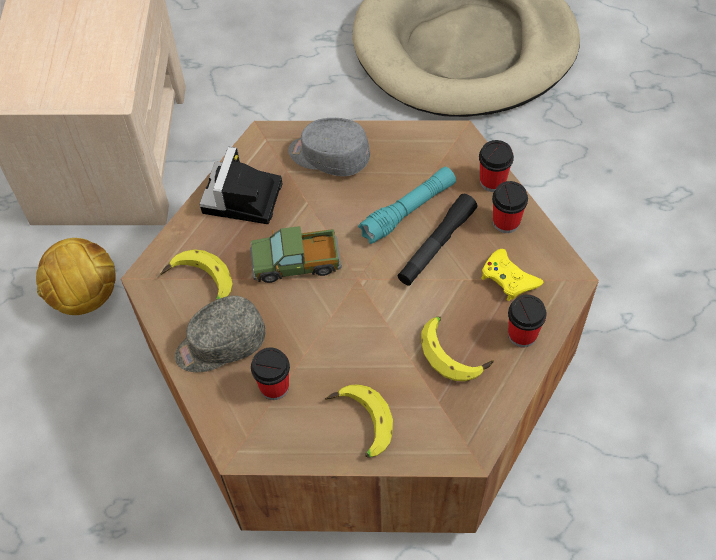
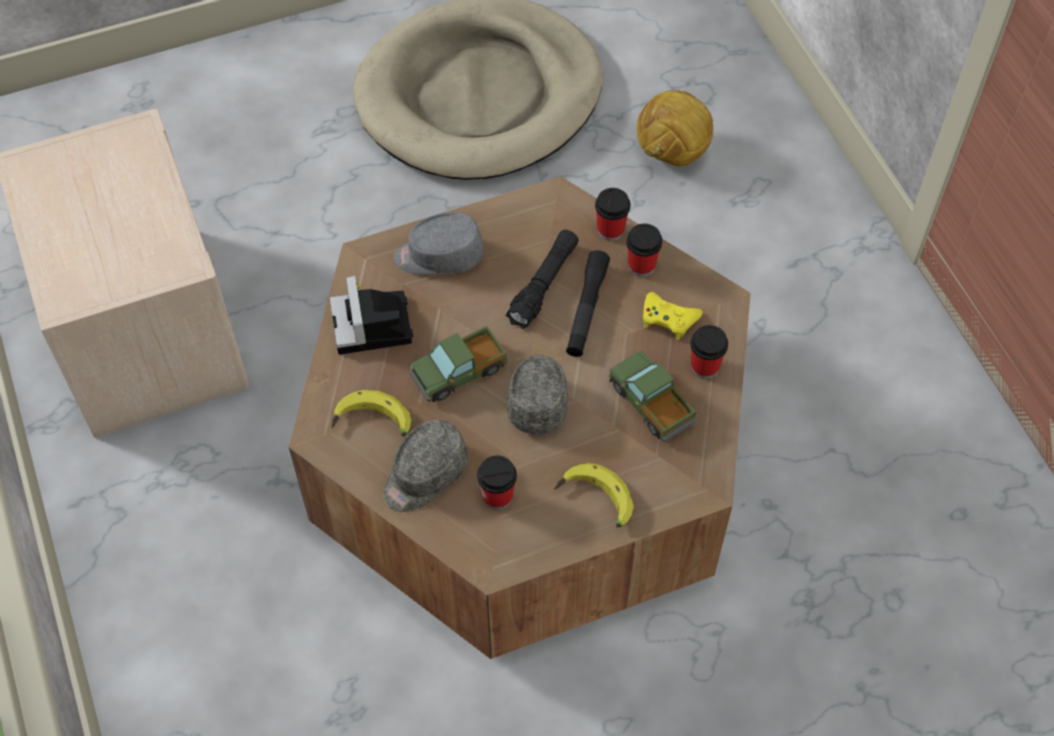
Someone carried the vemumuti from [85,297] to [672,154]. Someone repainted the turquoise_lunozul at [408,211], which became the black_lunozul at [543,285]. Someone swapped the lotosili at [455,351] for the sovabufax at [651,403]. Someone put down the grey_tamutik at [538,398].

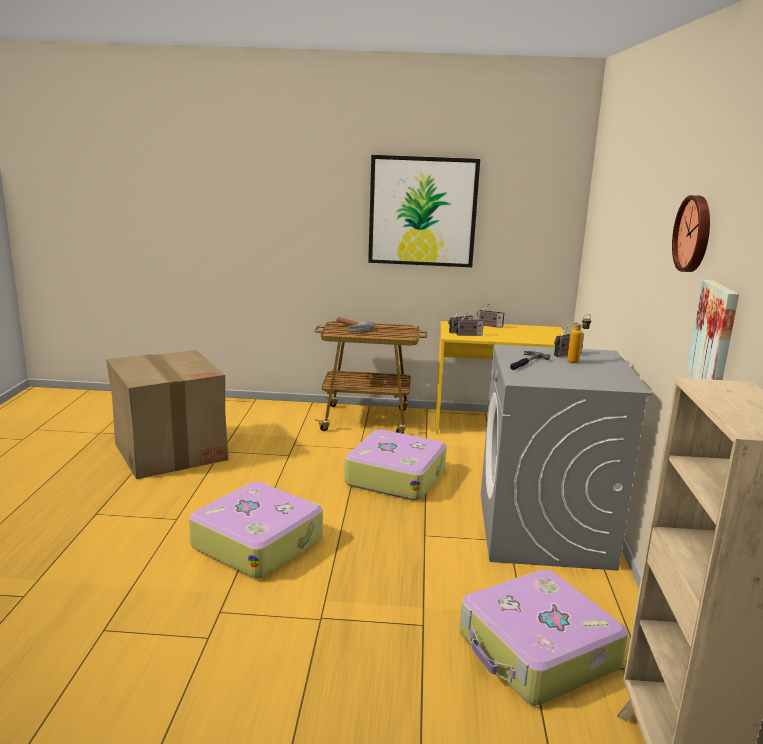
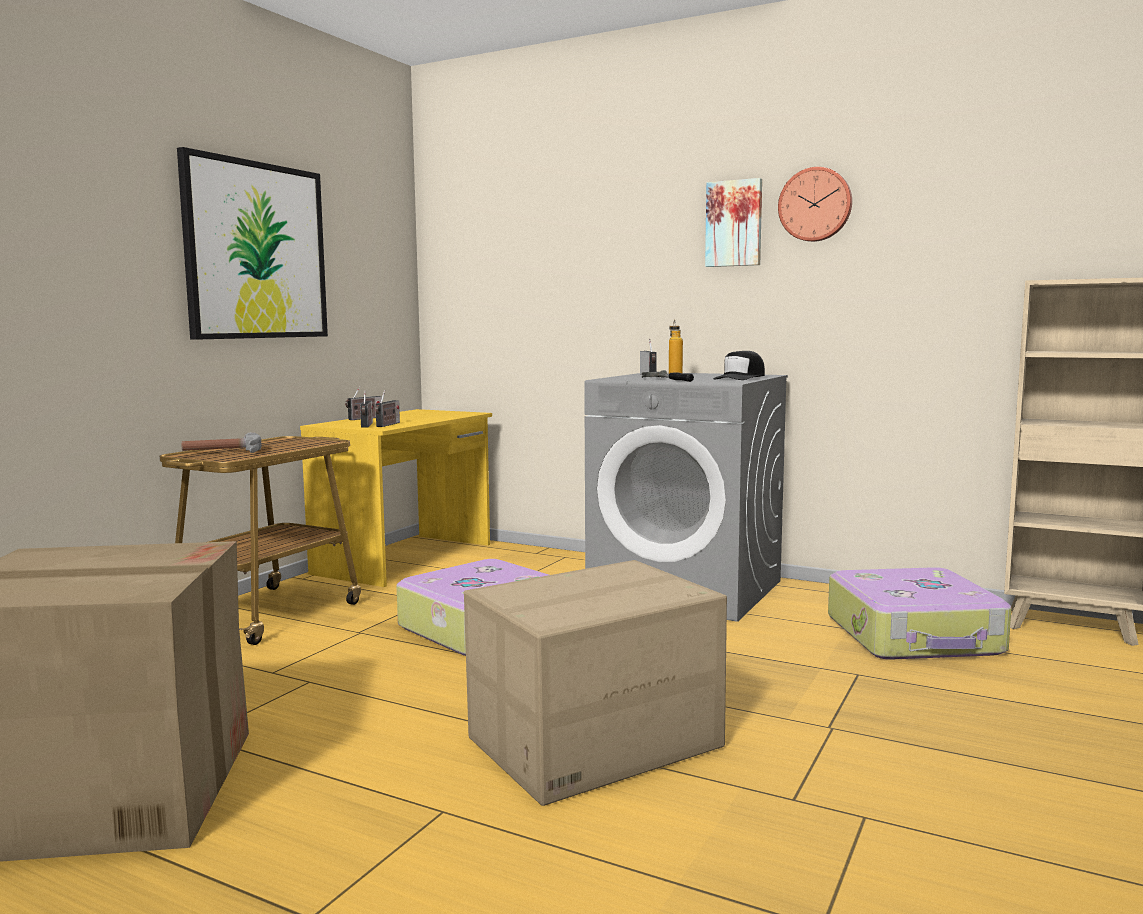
Someone swapped the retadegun at [258,542] for the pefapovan at [595,744]. Someone carried the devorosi from [716,336] to [734,223]. Someone put down the black_tamutik at [740,378].

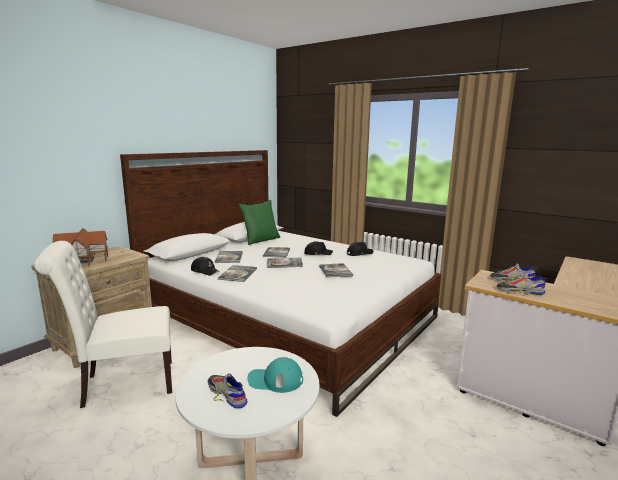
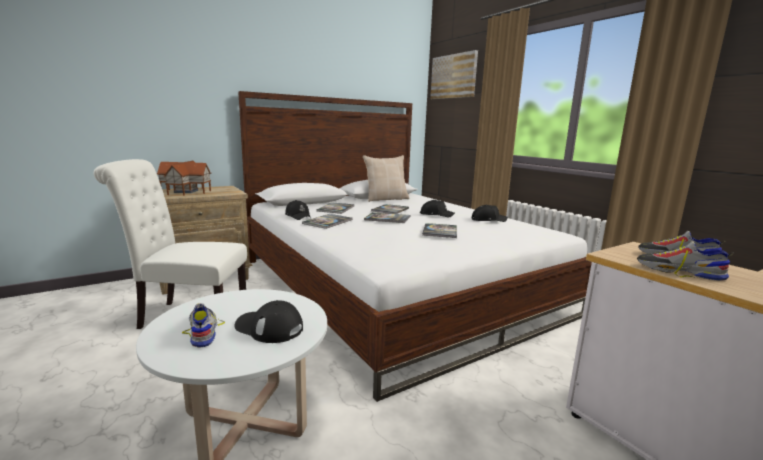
Someone repainted the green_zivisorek at [260,240], which became the beige_zivisorek at [386,199]. Someone repainted the turquoise_tamutik at [275,380], which became the black_tamutik at [269,327]. Someone put up the devorosi at [454,76].

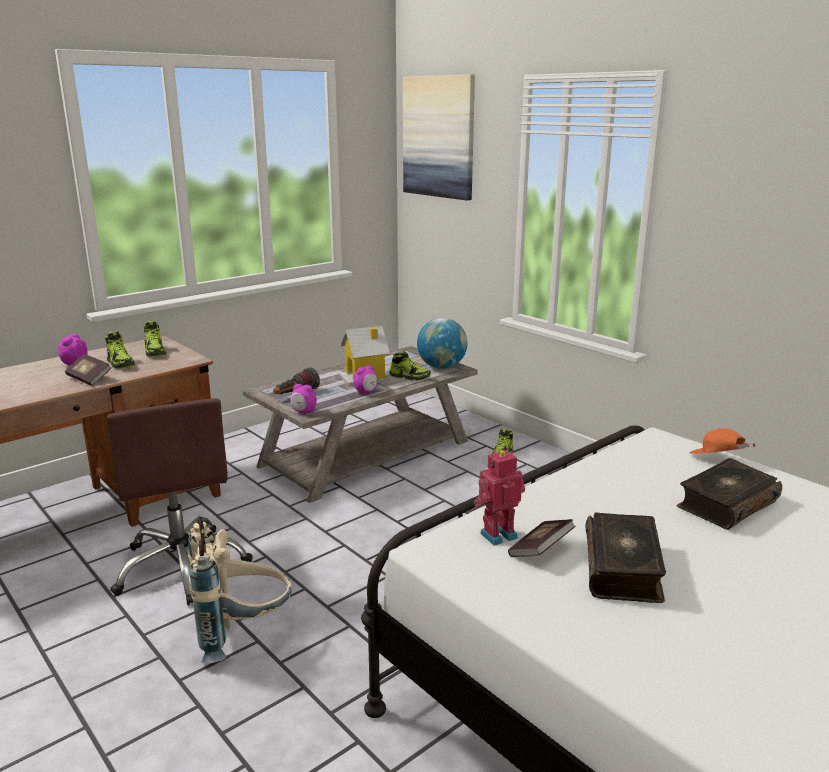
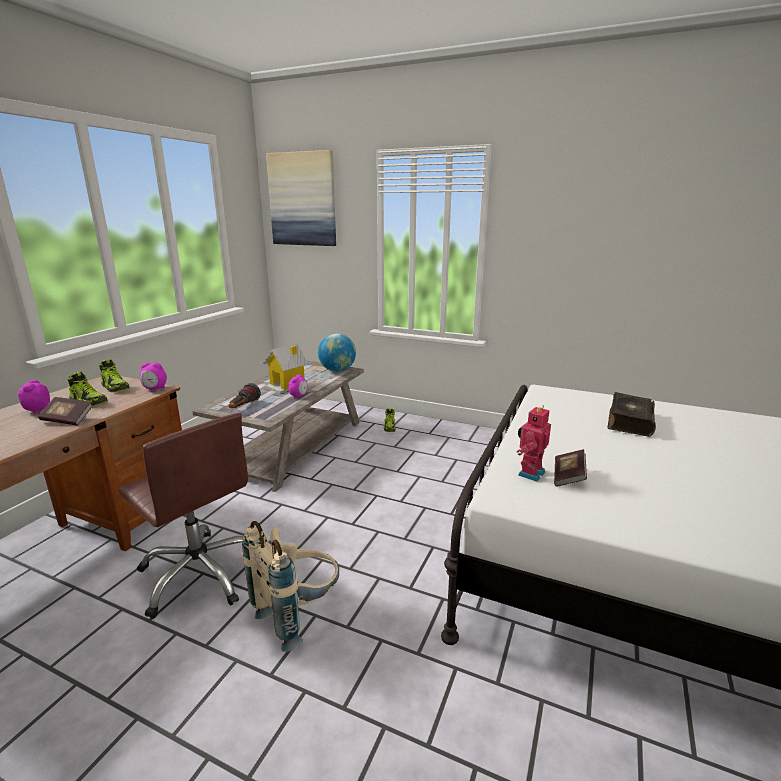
Someone carried the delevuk from [303,412] to [155,389]. Someone took away the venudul at [409,377]. Someone took away the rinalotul at [623,568]. Someone took away the orange_tamutik at [716,459].

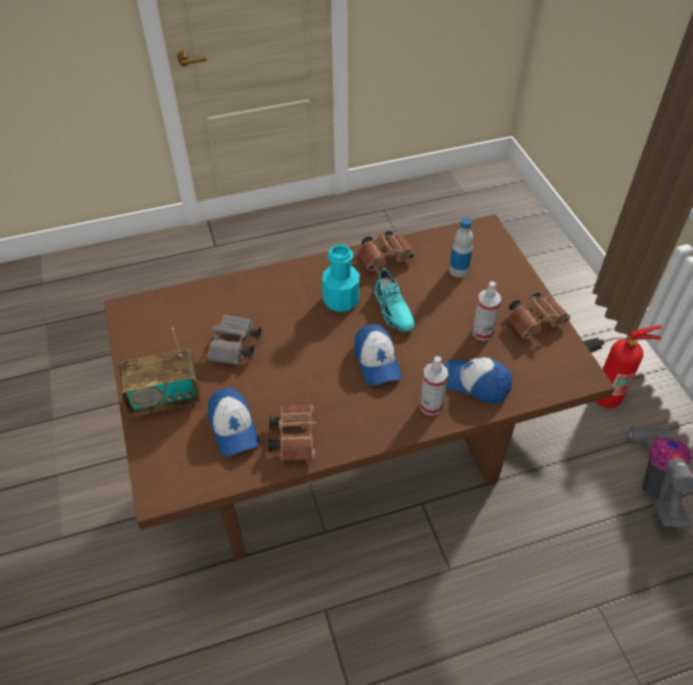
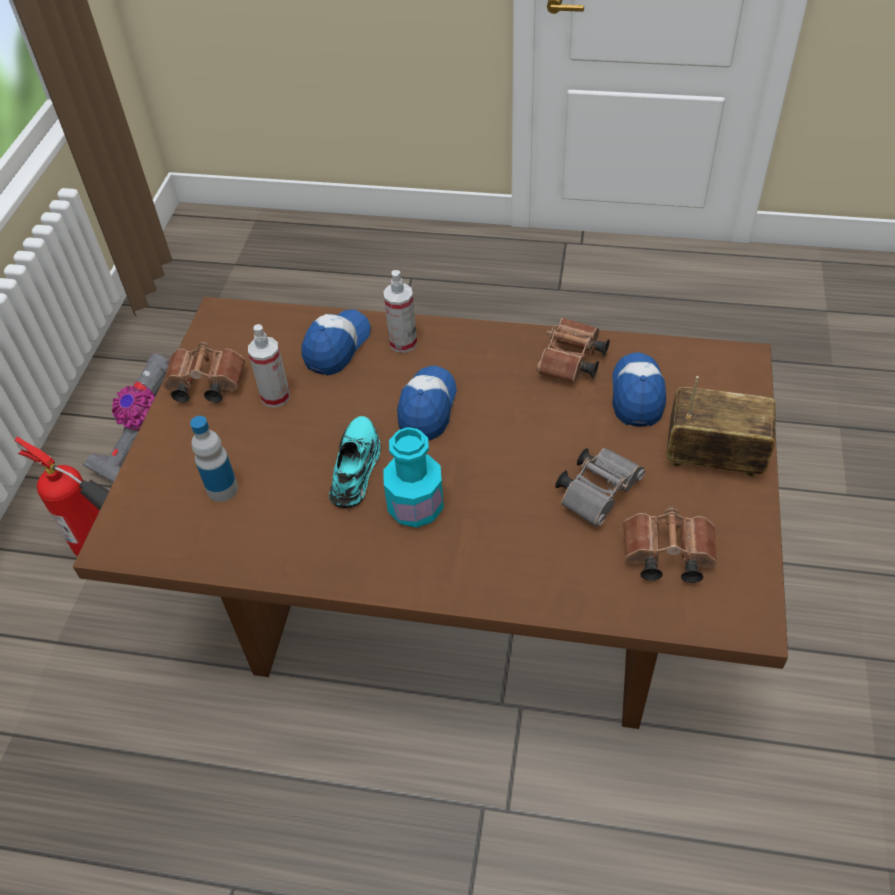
Someone carried the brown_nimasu from [386,258] to [665,556]. Someone rotated the tamutik at [476,383] by 120 degrees counterclockwise.

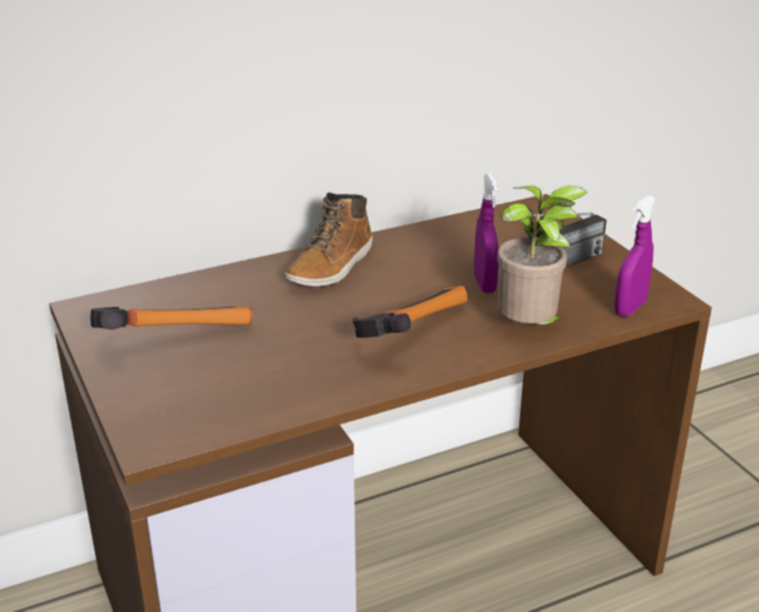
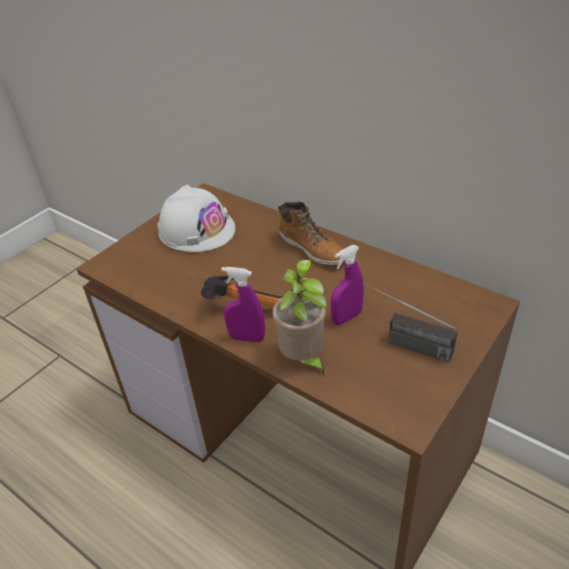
Someone swapped the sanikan at [172,337] for the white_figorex at [196,229]. Someone rotated the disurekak at [332,267] by 135 degrees counterclockwise. Someone carried the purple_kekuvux from [629,309] to [247,338].

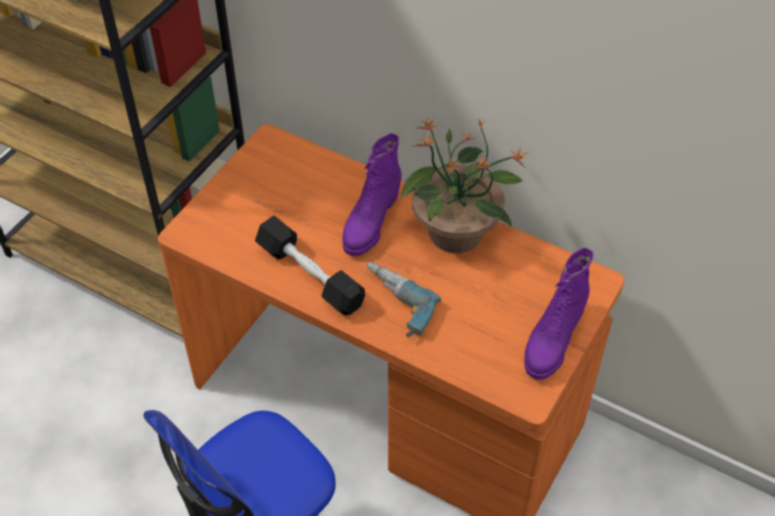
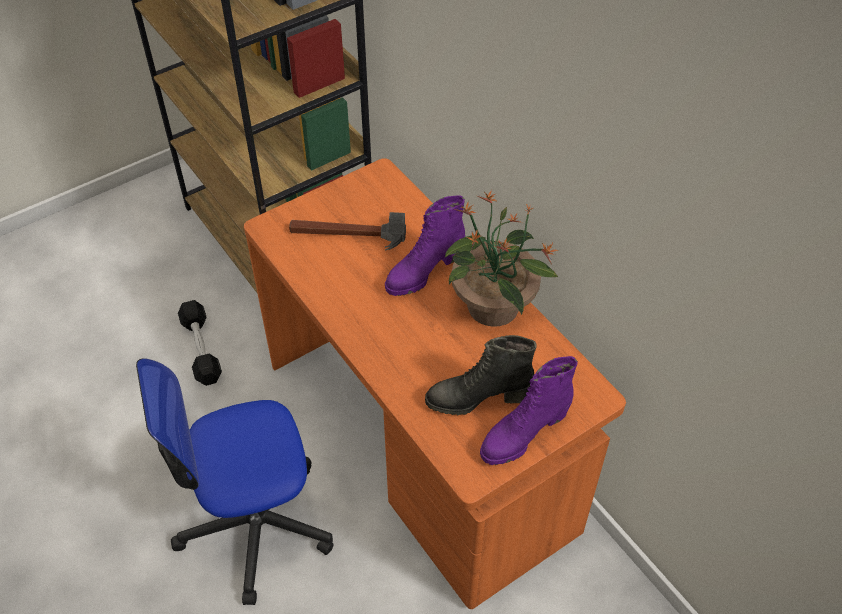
Someone carried the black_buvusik from [310,275] to [201,349]. Someone took away the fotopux at [393,304]. Someone put down the sanikan at [347,234]. Someone put down the black_disurekak at [477,398].

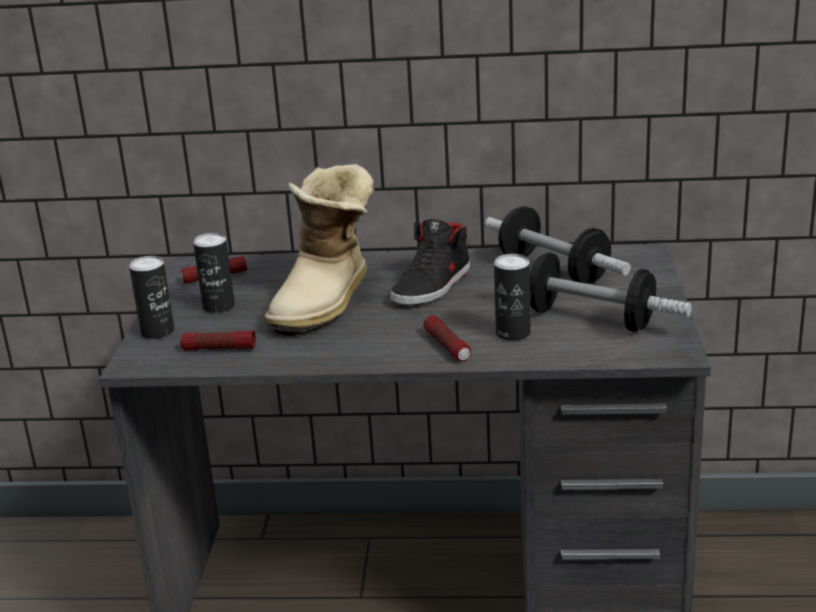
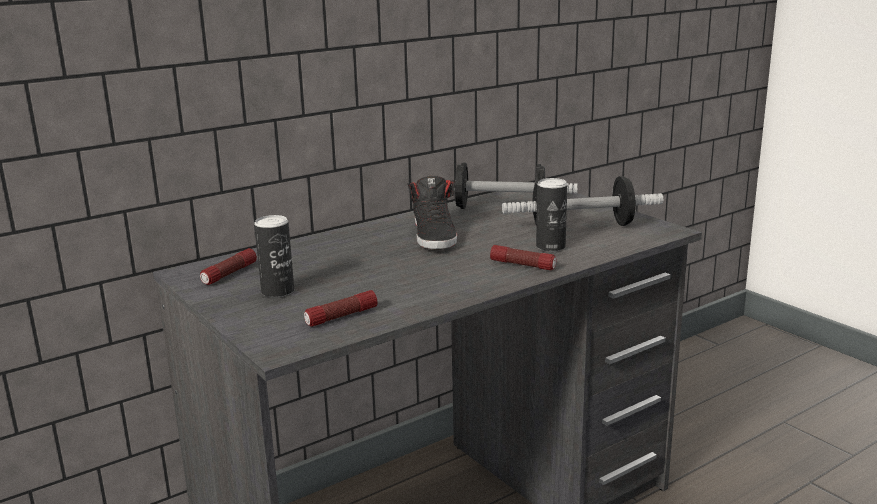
Someone took away the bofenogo at [157,332]. Someone took away the disurekak at [328,303].

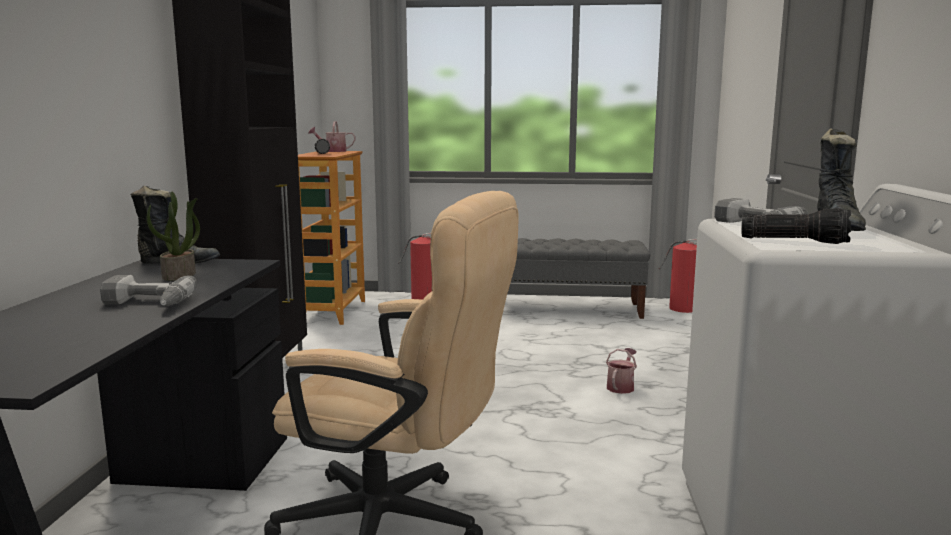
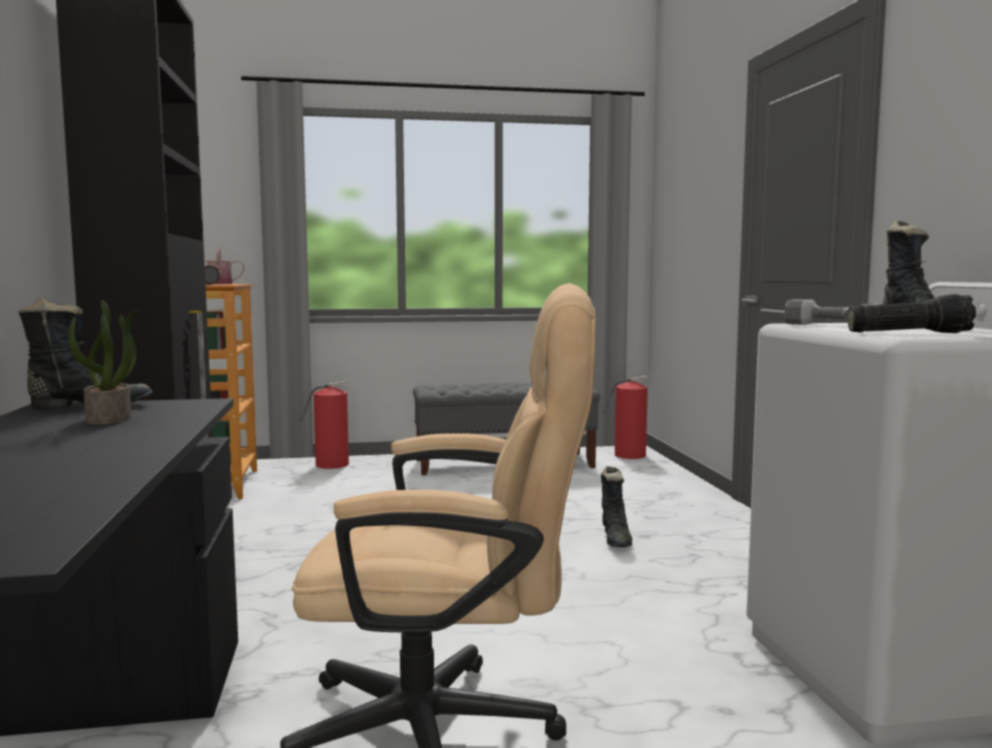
Someone took away the fotopux at [146,303]. Someone swapped the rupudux at [621,386] for the black_disurekak at [616,539].

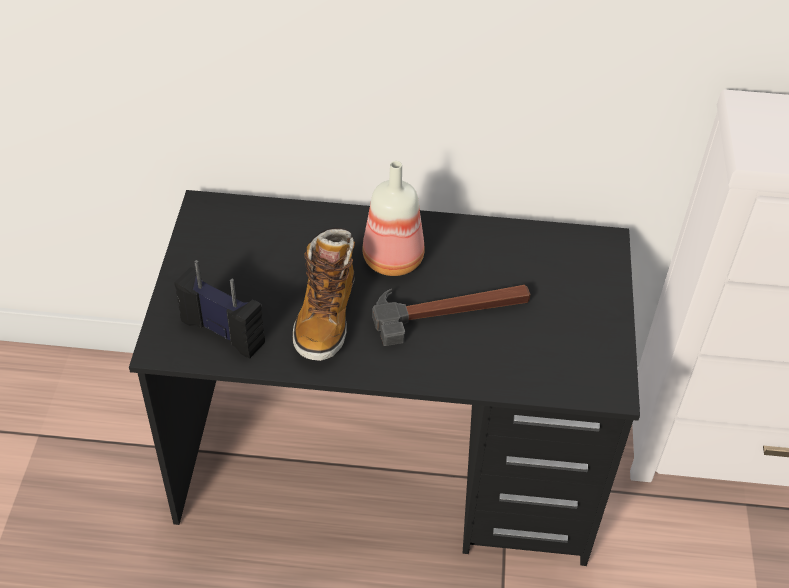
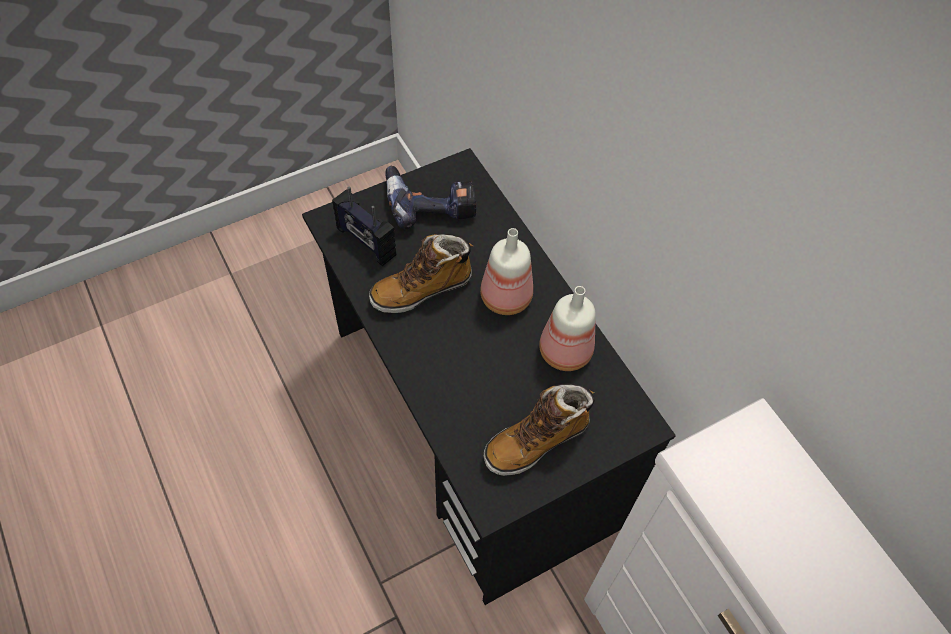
Someone rotated the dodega at [223,331] by 135 degrees clockwise. Someone took away the sanikan at [451,310]. Someone put down the fotopux at [430,202]. Someone put down the disurekak at [536,441]. Someone put down the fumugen at [565,353].

